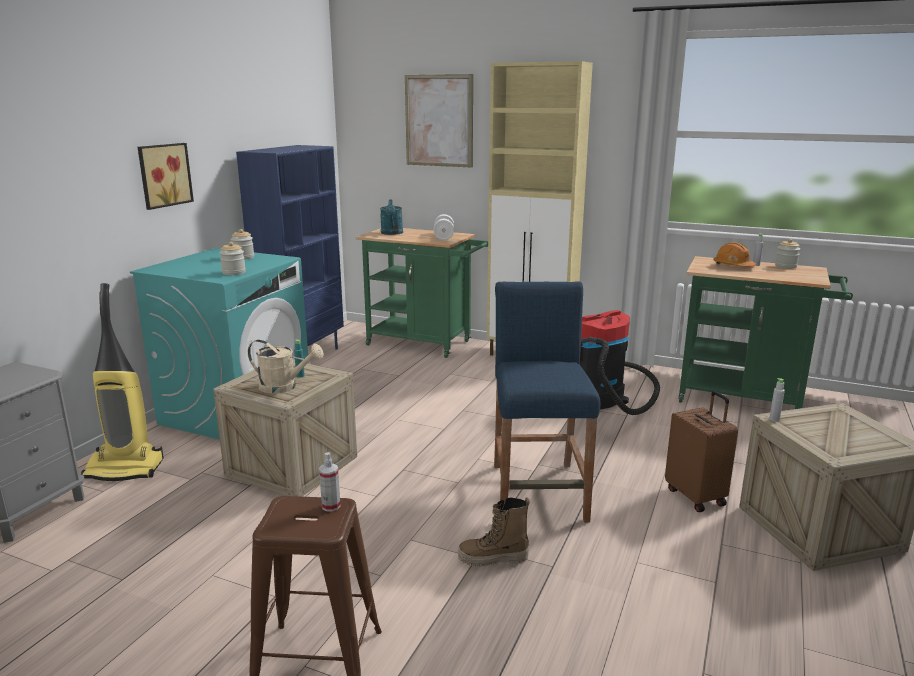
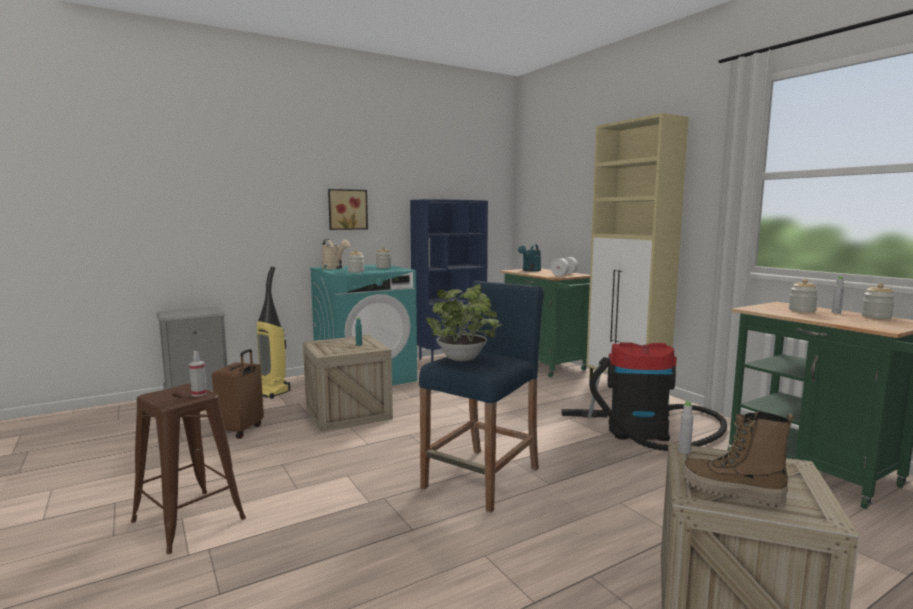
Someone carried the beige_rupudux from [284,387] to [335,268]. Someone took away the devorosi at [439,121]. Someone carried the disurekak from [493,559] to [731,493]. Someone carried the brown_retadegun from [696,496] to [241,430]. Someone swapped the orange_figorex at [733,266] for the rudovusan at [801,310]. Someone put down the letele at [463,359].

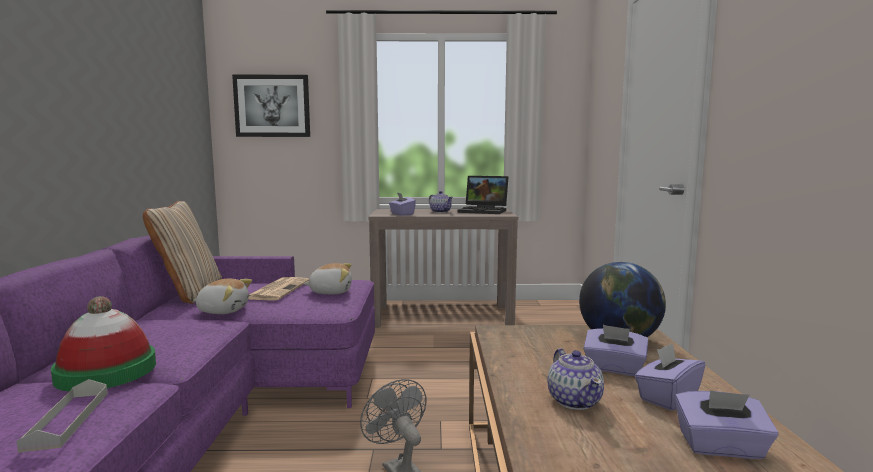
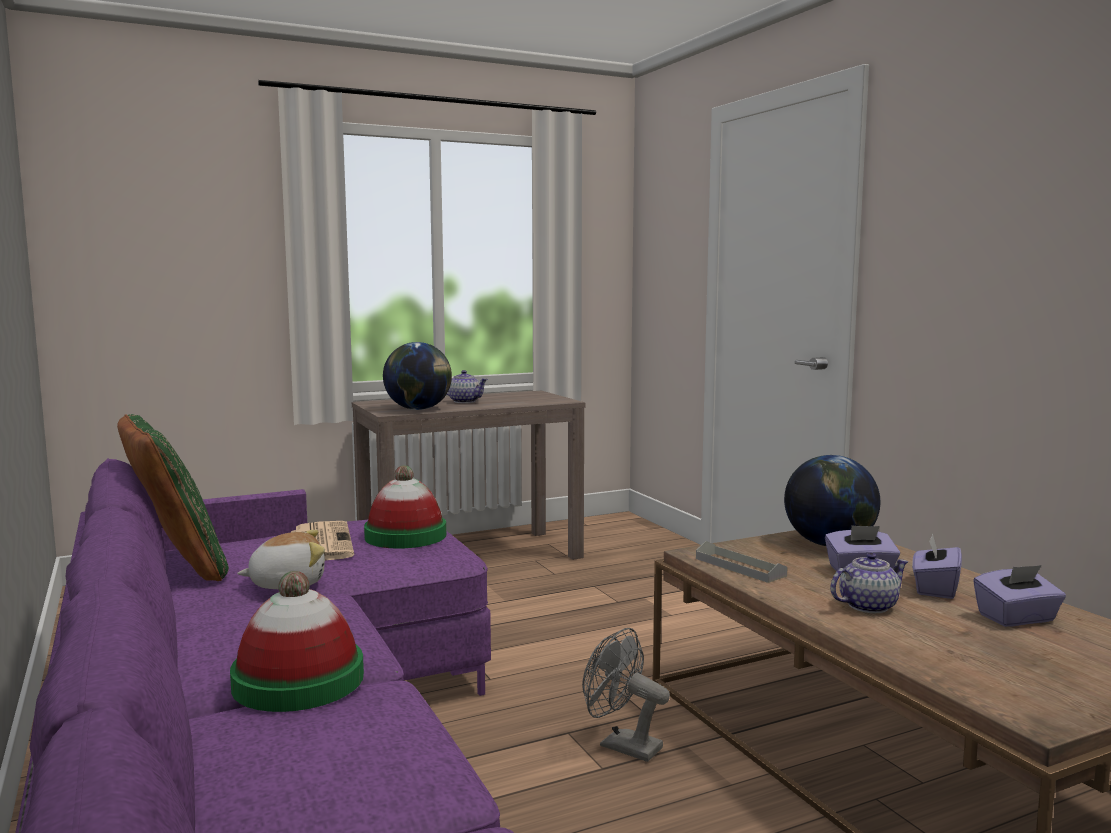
Someone carried the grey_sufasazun from [67,420] to [740,567]. Someone repainted the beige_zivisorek at [189,293], which became the green_zivisorek at [176,567]. Someone took away the devorosi at [272,106]. Someone swapped the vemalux at [331,292] for the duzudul at [405,536]. Someone swapped the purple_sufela at [402,214] for the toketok at [418,409]. Someone took away the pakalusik at [484,211]. Someone rotated the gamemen at [574,400] by 75 degrees counterclockwise.

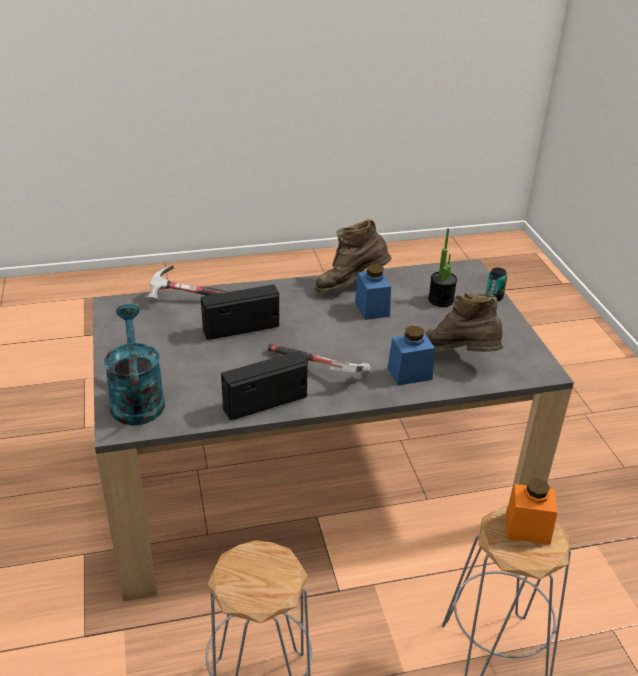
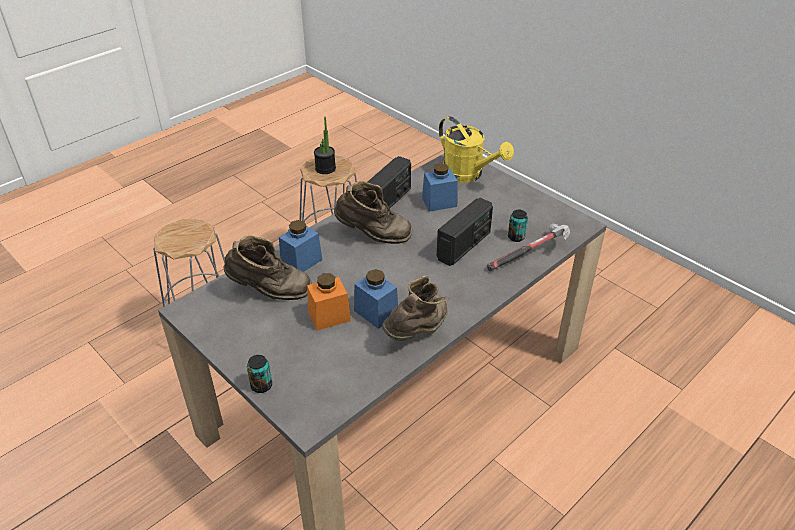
Someone repainted the turquoise_rupudux at [136,398], which became the yellow_rupudux at [468,174]. Someone swapped the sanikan at [317,370] for the brown_disurekak at [373,236]. Someone carried the letele from [441,300] to [325,168]. Someone carried the orange_rudovusan from [527,528] to [329,316]. Someone put down the blue_rudovusan at [439,202]. Someone put down the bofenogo at [516,237].

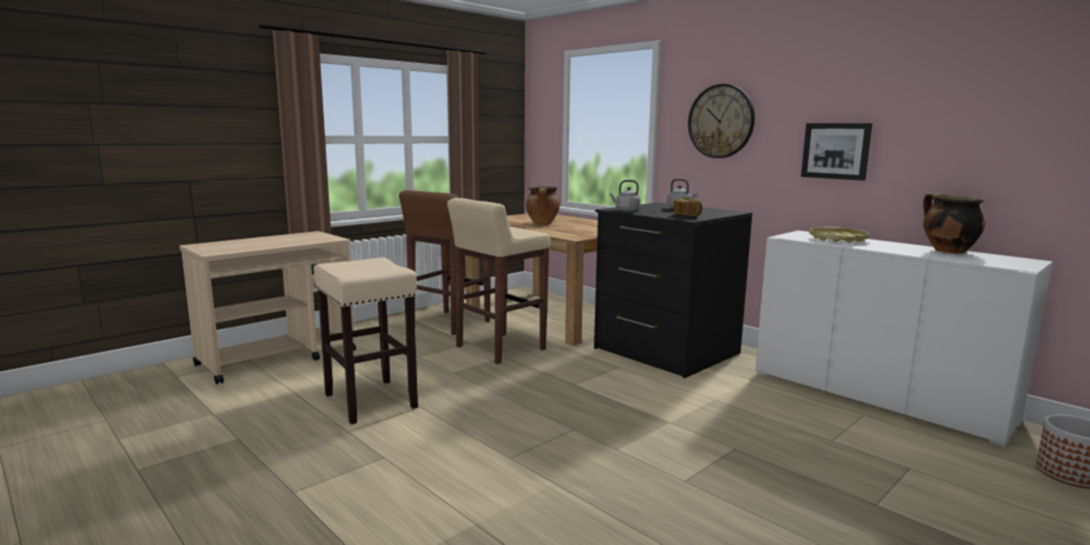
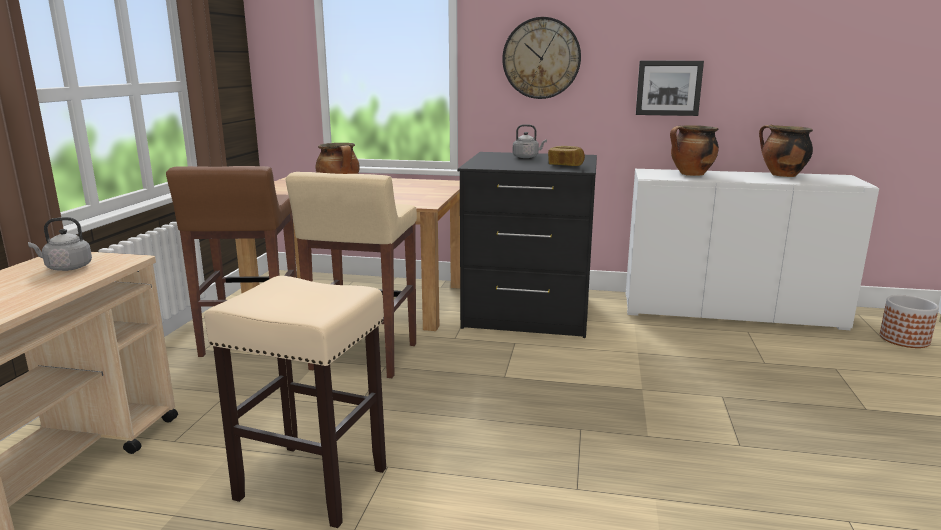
Someone carried the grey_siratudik from [626,210] to [66,268]. Someone swapped the yellow_sufasazun at [838,239] for the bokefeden at [691,174].

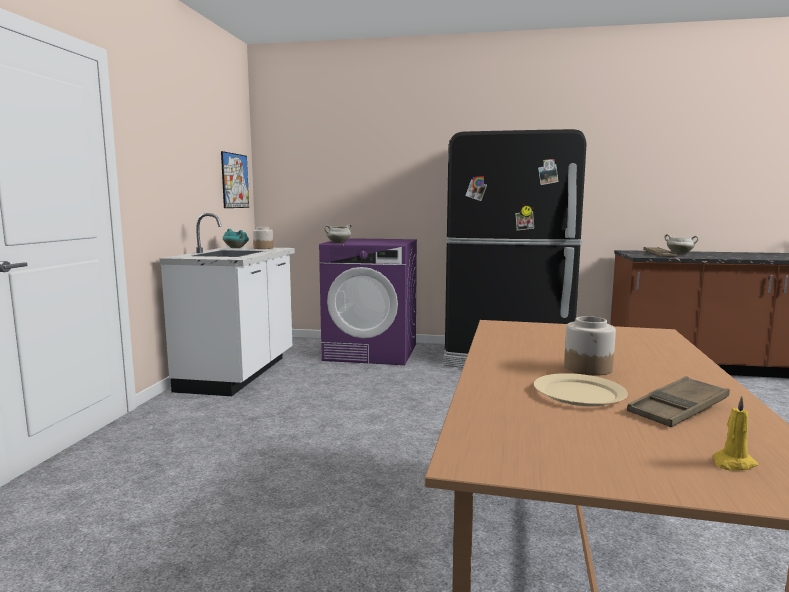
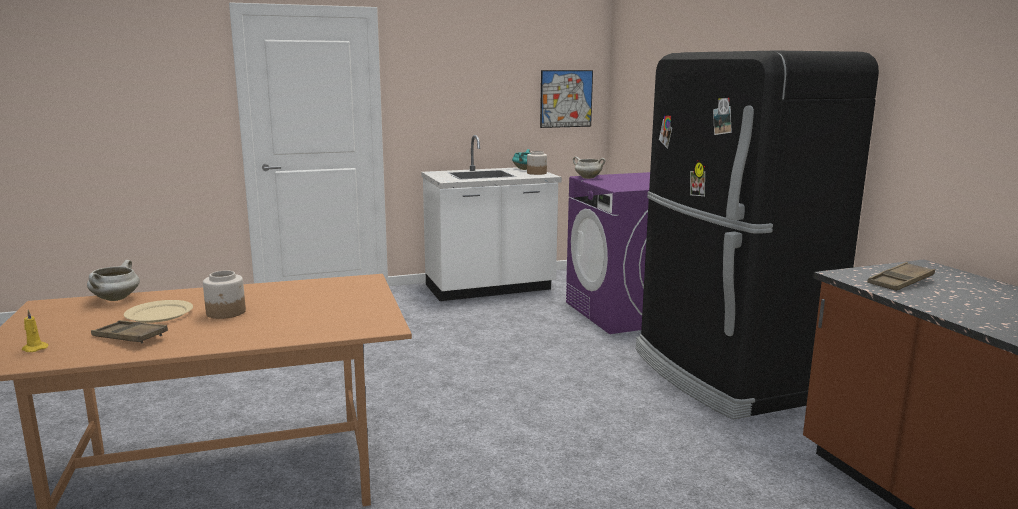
Someone carried the white_bokefeden from [680,254] to [115,299].

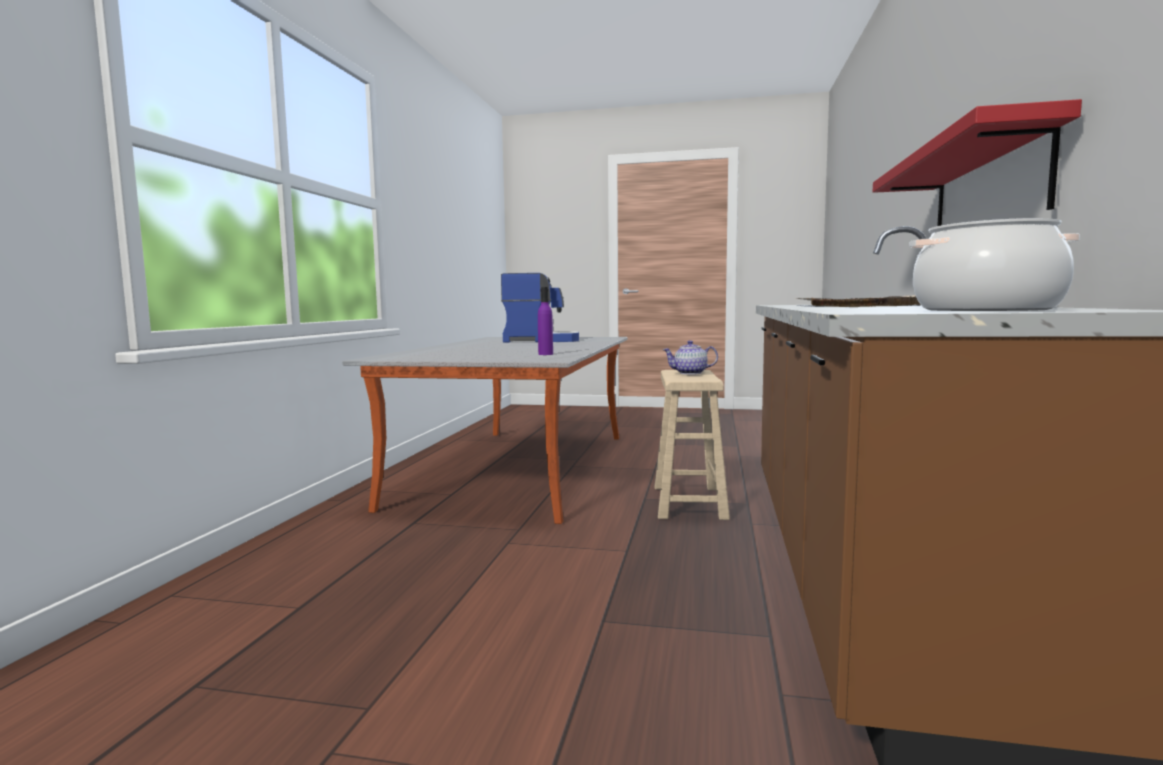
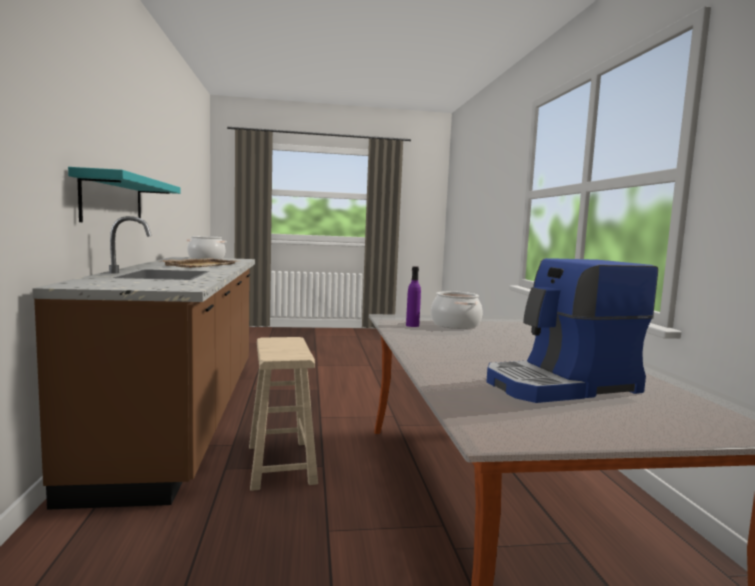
Someone took away the gamemen at [690,373]. Someone repainted the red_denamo at [987,188], which became the turquoise_denamo at [113,200]. Someone put down the bokefeden at [455,325].

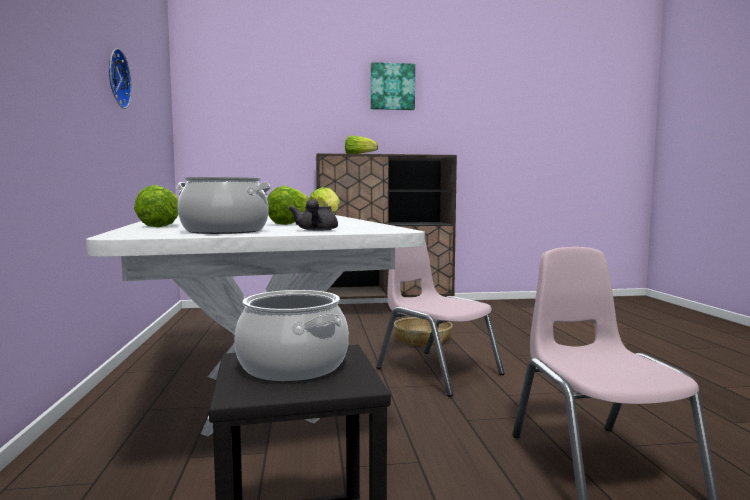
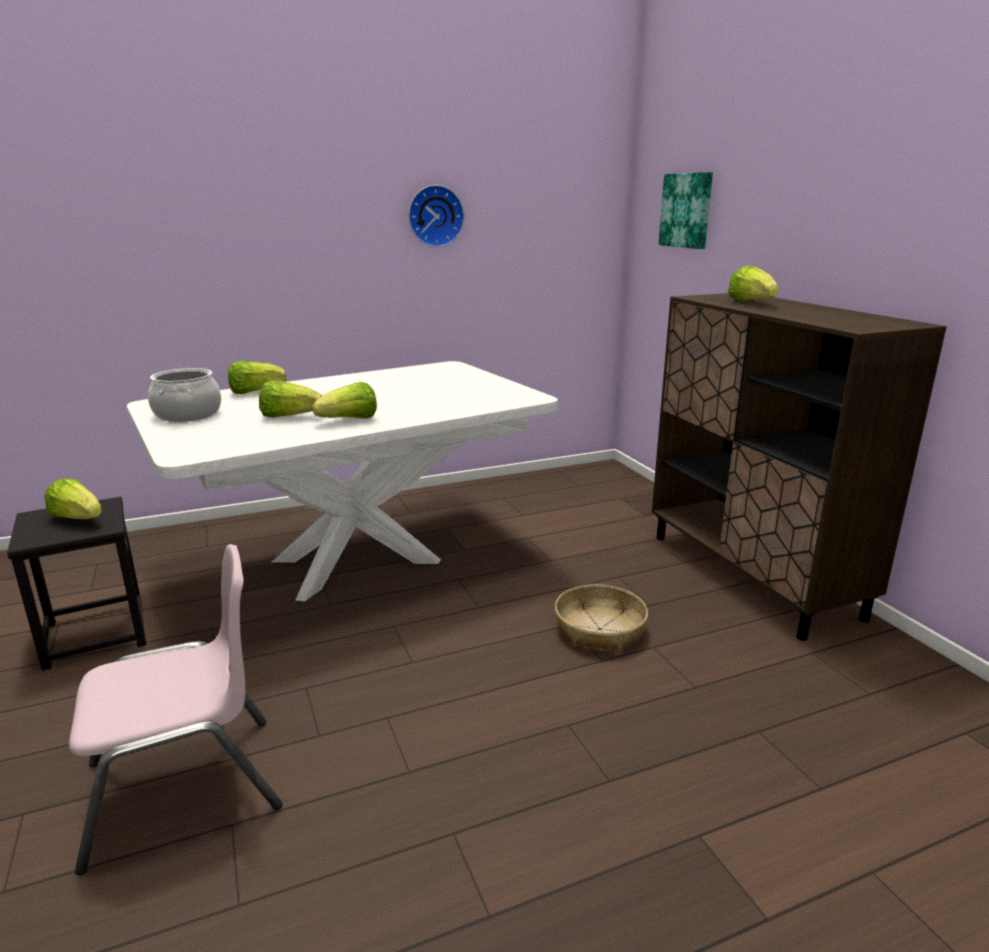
Someone swapped the bokefeden at [292,366] for the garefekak at [78,518]. Someone took away the grey_gamemen at [316,230]. Someone carried the devorosi from [392,87] to [687,210]. Someone took away the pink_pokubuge at [437,371].

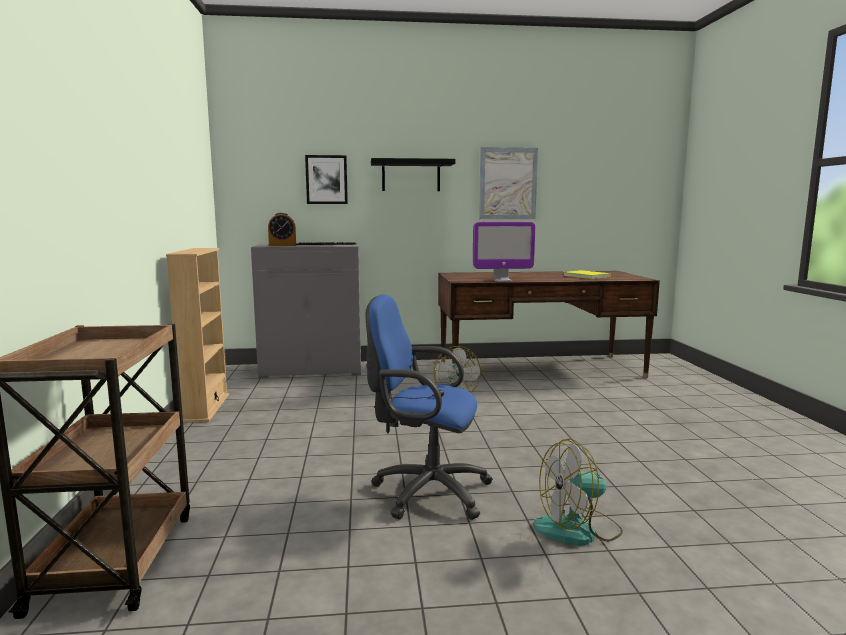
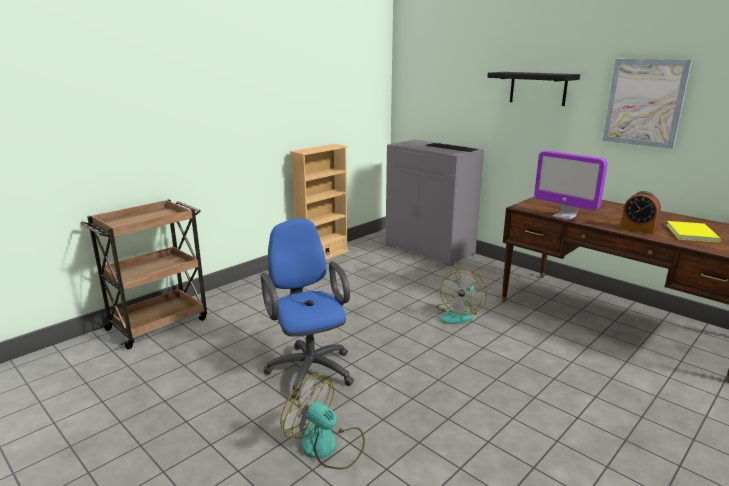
Someone carried the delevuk from [282,245] to [637,229]. Someone took away the devorosi at [326,179].

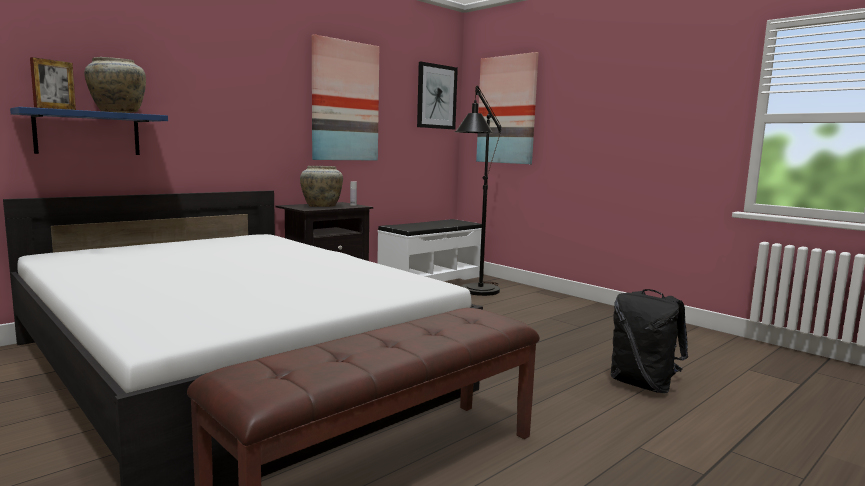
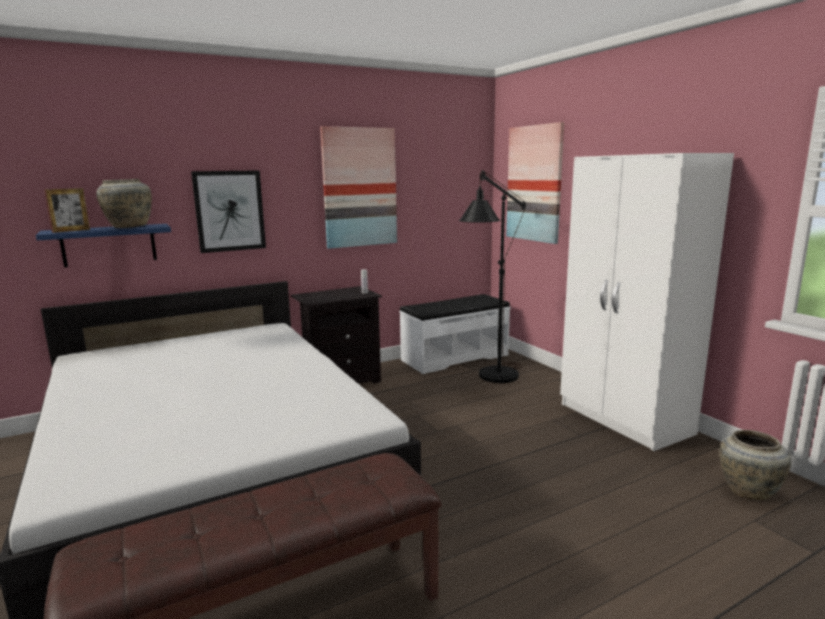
Someone carried the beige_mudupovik from [322,206] to [748,490]. Someone carried the devorosi from [436,96] to [229,211]. Someone took away the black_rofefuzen at [643,385]. Someone put down the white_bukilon at [624,419].

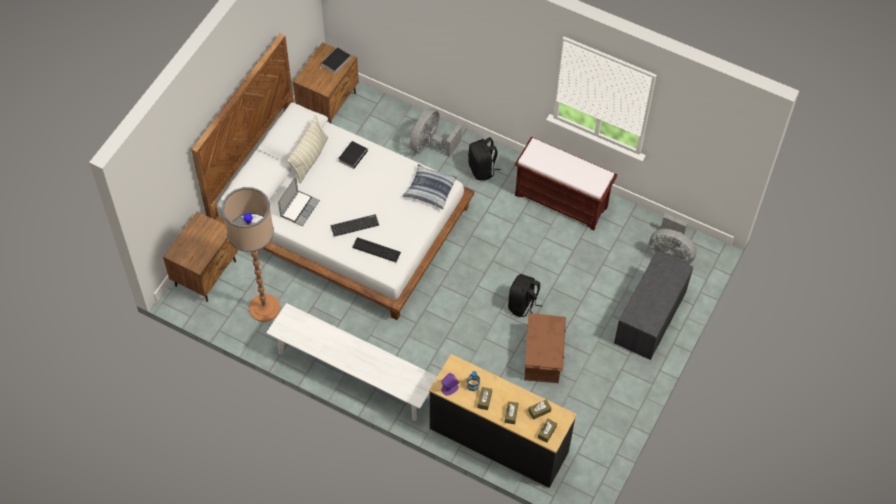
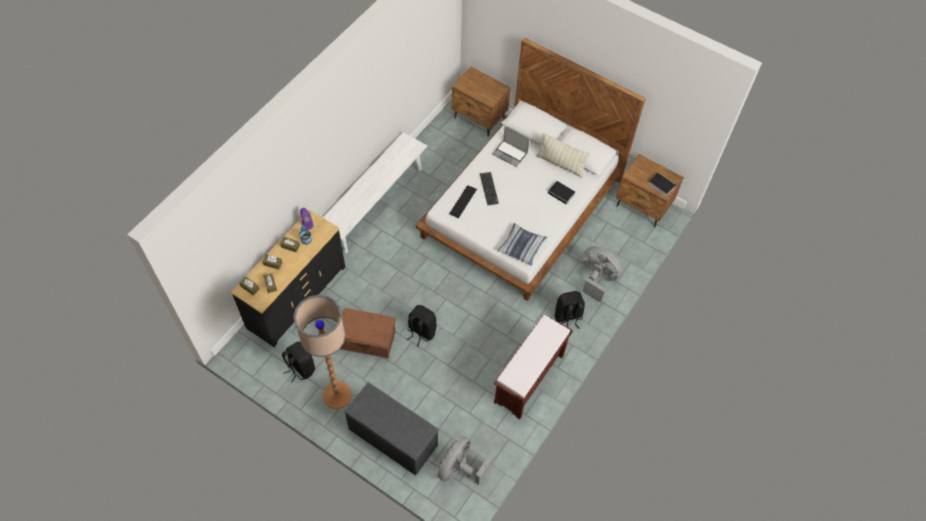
Someone carried the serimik from [264,308] to [337,395]. Someone put down the black_rofefuzen at [300,368].

